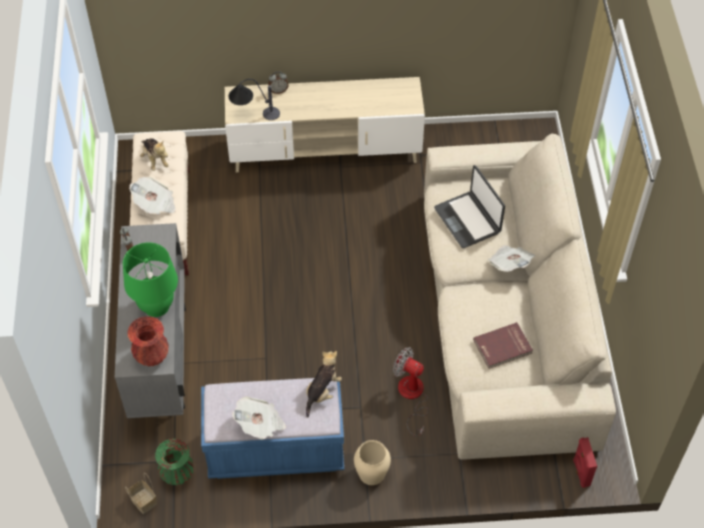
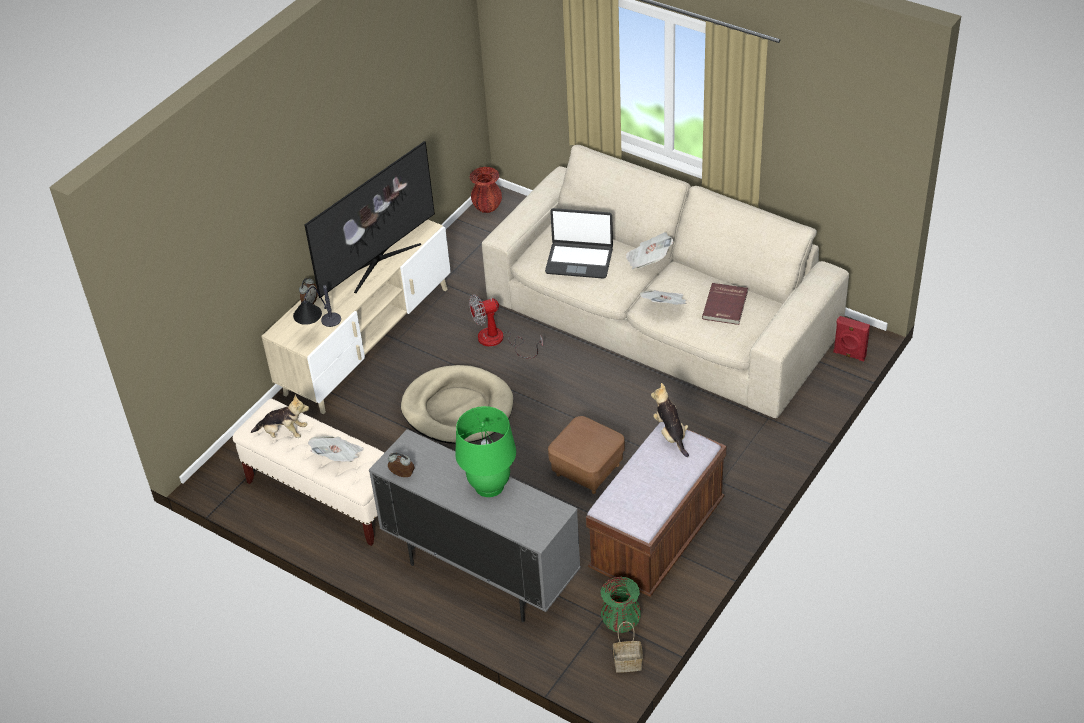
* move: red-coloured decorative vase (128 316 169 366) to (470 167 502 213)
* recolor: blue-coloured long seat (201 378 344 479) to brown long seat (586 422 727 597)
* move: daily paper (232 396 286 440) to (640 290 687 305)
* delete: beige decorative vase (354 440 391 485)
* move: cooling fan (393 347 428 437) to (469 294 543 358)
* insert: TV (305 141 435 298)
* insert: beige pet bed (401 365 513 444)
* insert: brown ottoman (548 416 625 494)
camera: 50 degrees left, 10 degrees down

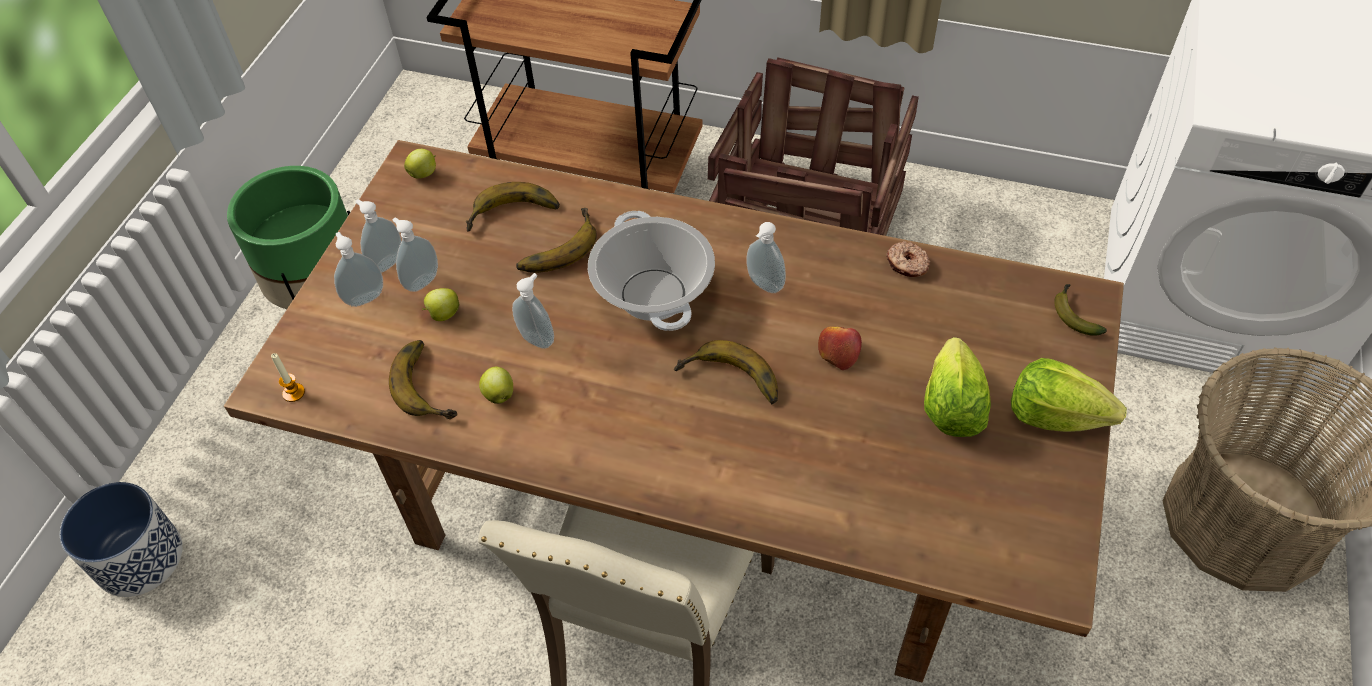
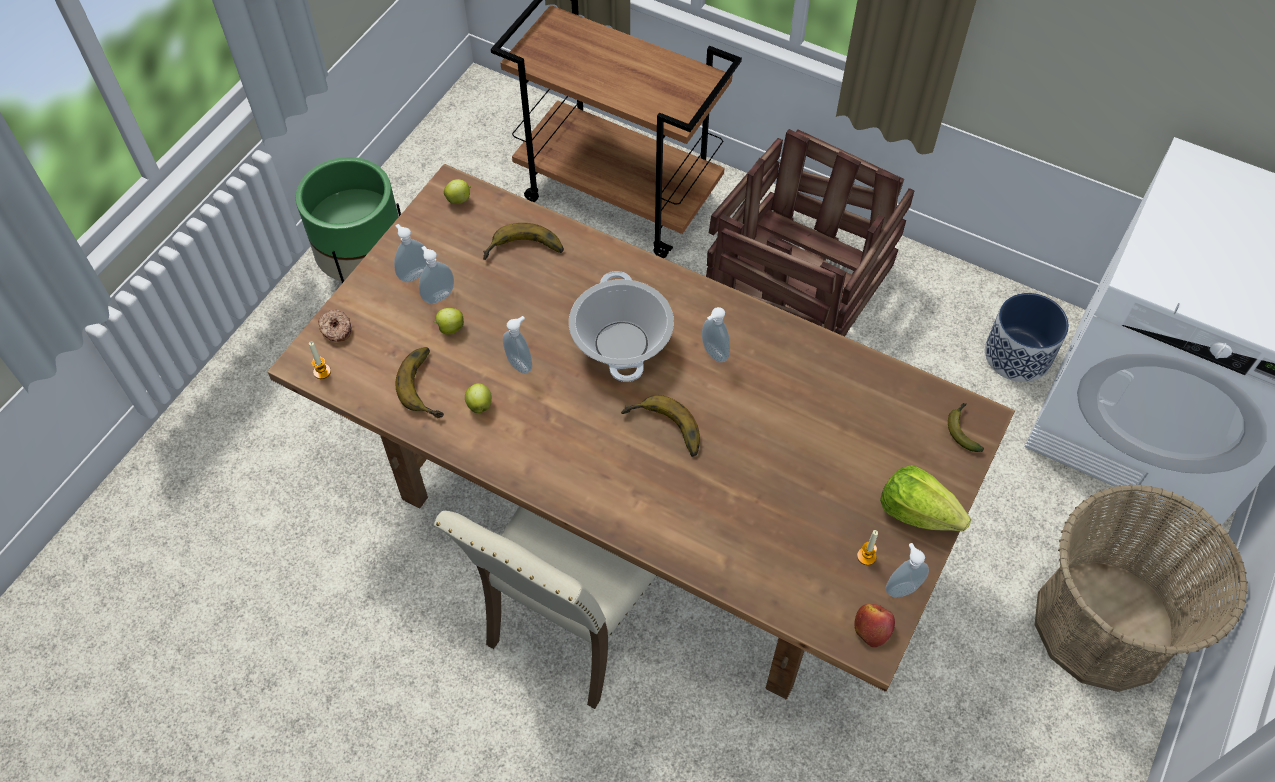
* move: flower pot (60 482 183 597) to (985 293 1069 382)
* move: soap dispenser (334 232 383 307) to (886 543 929 597)
* delete: banana fruit (516 208 597 273)
* move: whole apple (818 326 862 370) to (854 604 895 647)
* move: donut (886 242 930 277) to (318 310 352 342)
* delete: lettuce (924 337 991 437)
* insert: wax candle (857 530 878 565)
camera: 10 degrees right, 5 degrees up

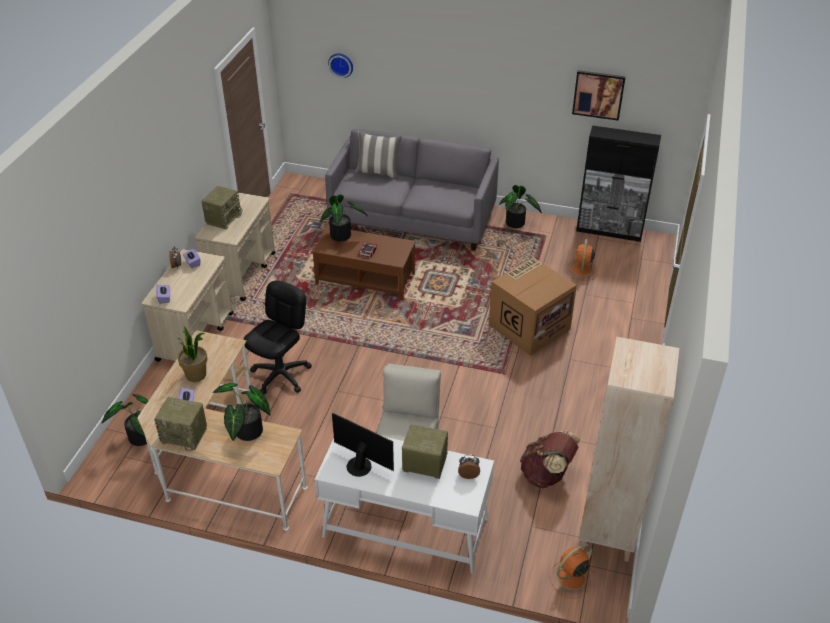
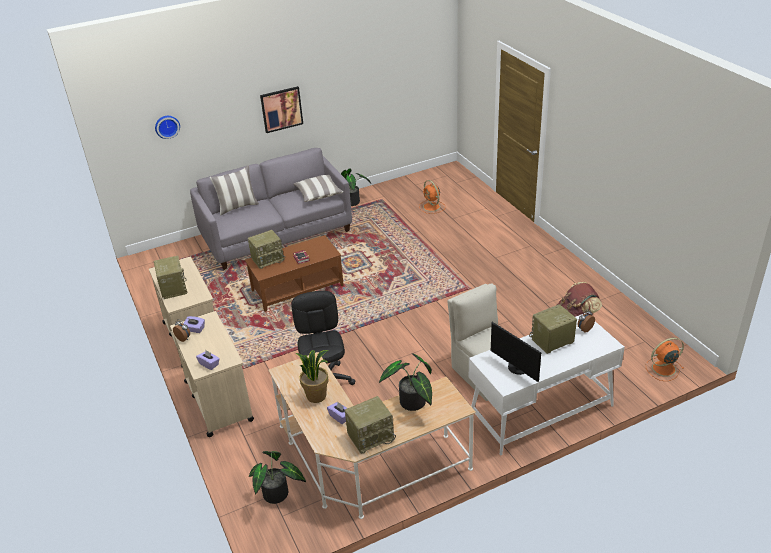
* replace: houseplant (320 194 368 241) to radio receiver (248 230 285 269)
* rotate: monitor (332 413 394 477) = (491 322 541 382) 120 degrees counterclockwise
* delete: carton (489 257 577 356)
* rotate: orange-coloured cooling fan (549 544 595 599) = (646 338 684 381) 60 degrees clockwise
* move: wall art (572 70 626 121) to (260 86 303 133)
* delete: black-coloured cabinet (576 125 661 242)
* delete: beige bookcase (578 337 679 562)
* insert: cushion (293 175 343 202)
camera: 40 degrees left, 5 degrees down

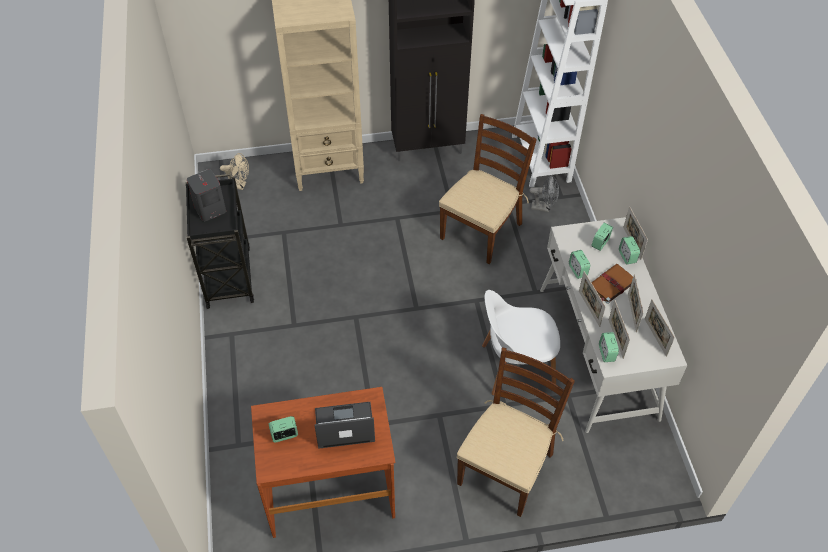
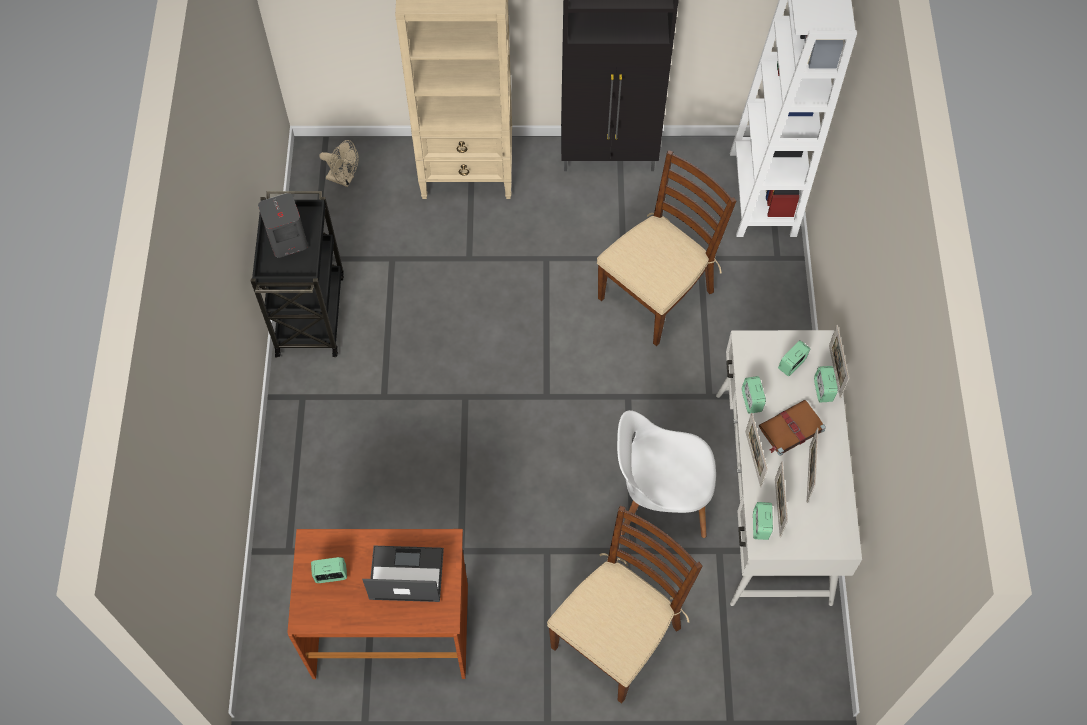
* delete: greyish cooling fan (529 175 559 212)
* delete: standing frame (645 299 675 357)
camera: 10 degrees right, 10 degrees up

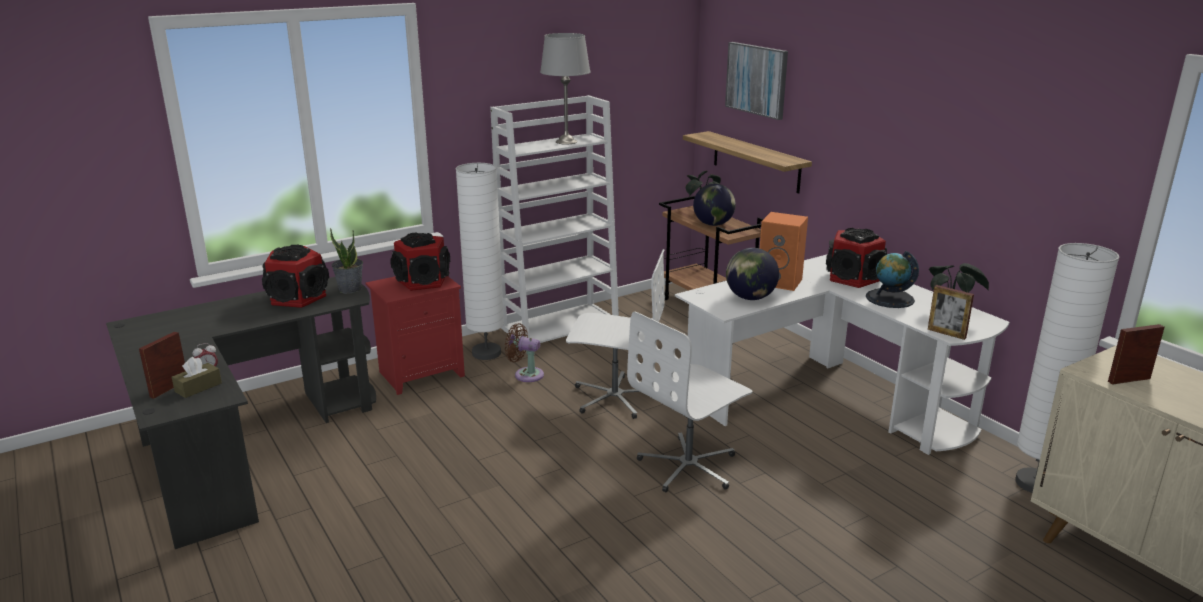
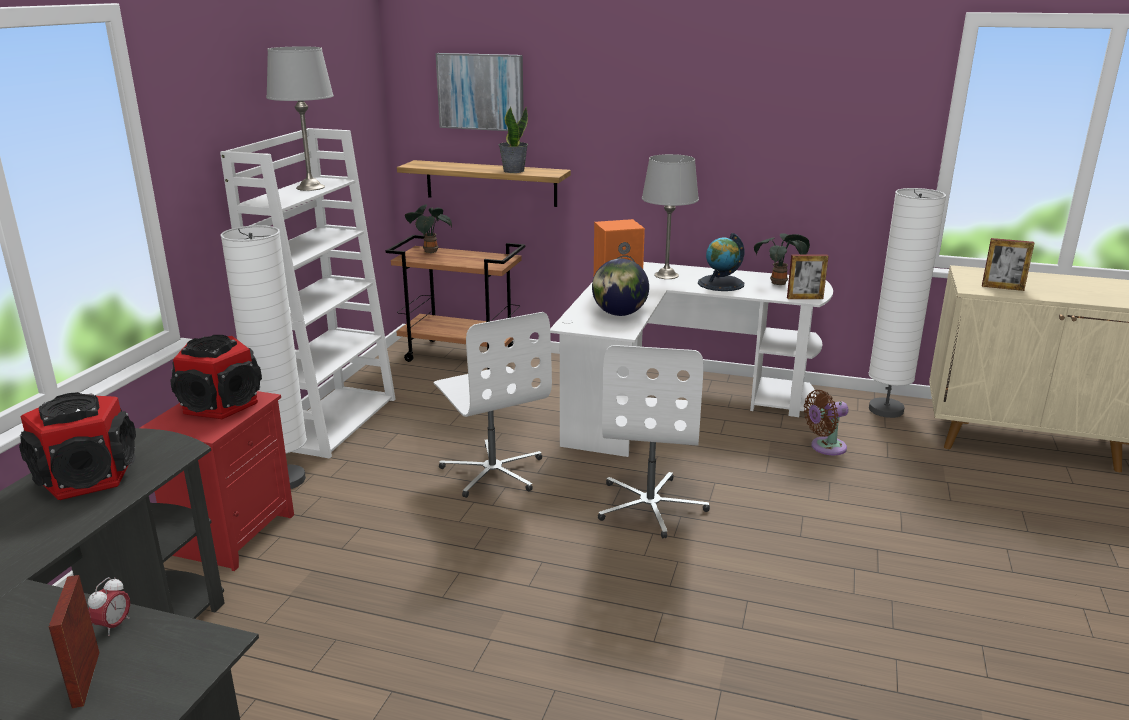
* delete: brown tissue holder (172 357 222 398)
* move: houseplant (330 228 363 294) to (498 106 528 173)
* move: brown cooling fan (505 323 544 382) to (804 390 849 455)
* rotate: white computer chair (566 249 665 419) = (434 312 552 498) 90 degrees clockwise
* delete: world globe (693 184 736 226)
* replace: loudspeaker (826 228 887 288) to greyish table lamp (642 154 699 279)
* rotate: standing frame (1108 324 1165 385) = (982 238 1034 291) 105 degrees counterclockwise
camera: 40 degrees left, 0 degrees up

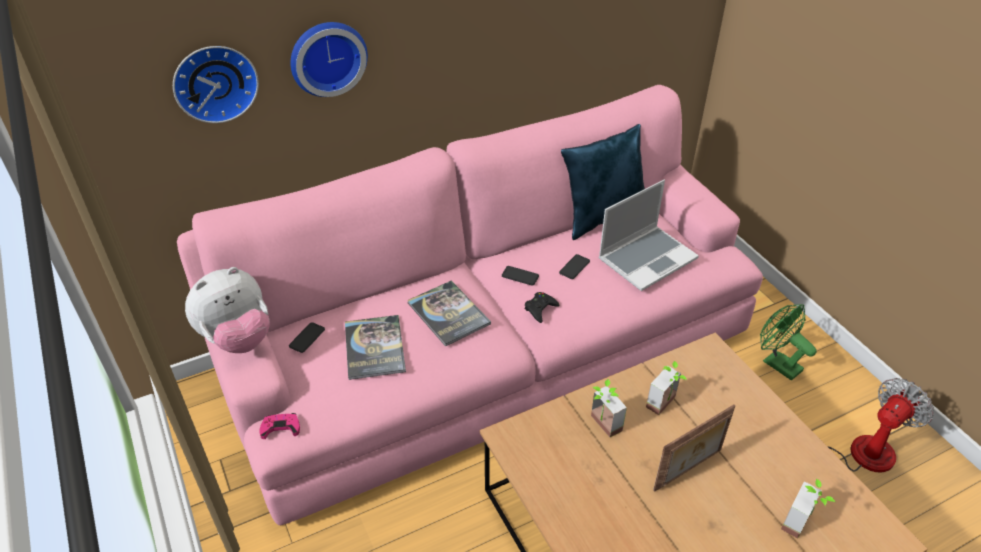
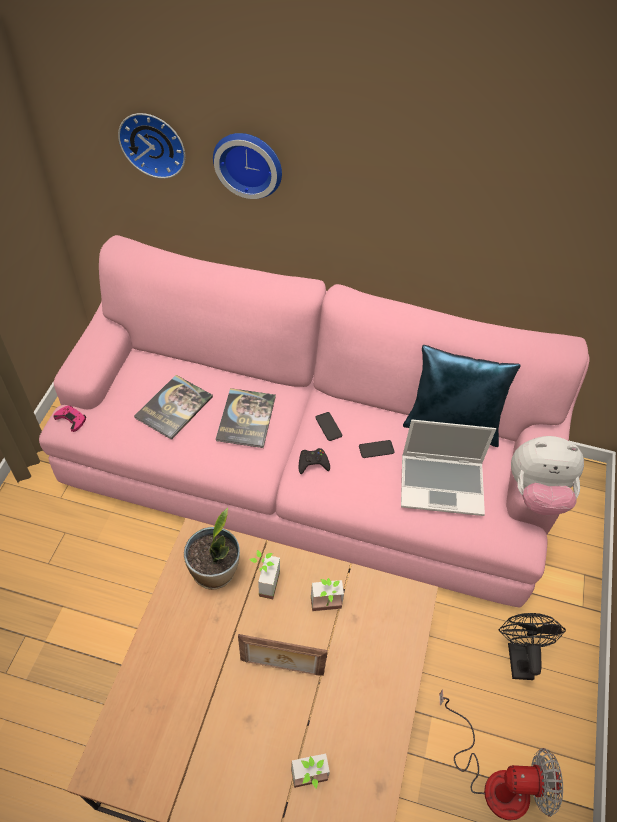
* move: cuddly toy (185 267 270 353) to (511 436 584 515)
* delete: telephone (289 322 325 353)
* recolor: green-coloured cooling fan (760 304 817 381) to black-coloured cooling fan (499 613 566 680)
* insert: houseplant (184 508 240 590)
camera: 40 degrees right, 10 degrees up

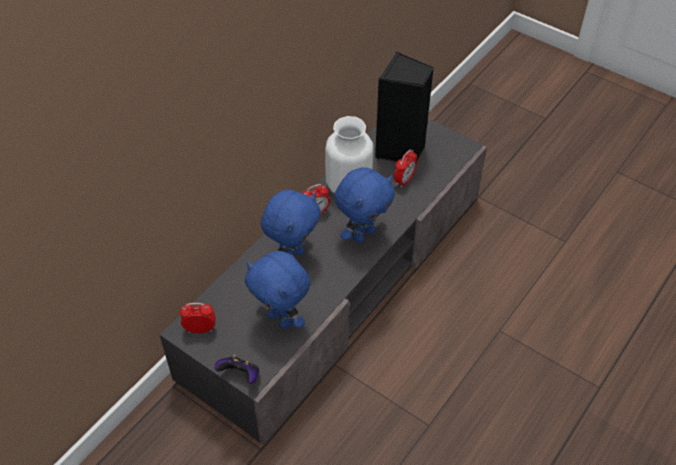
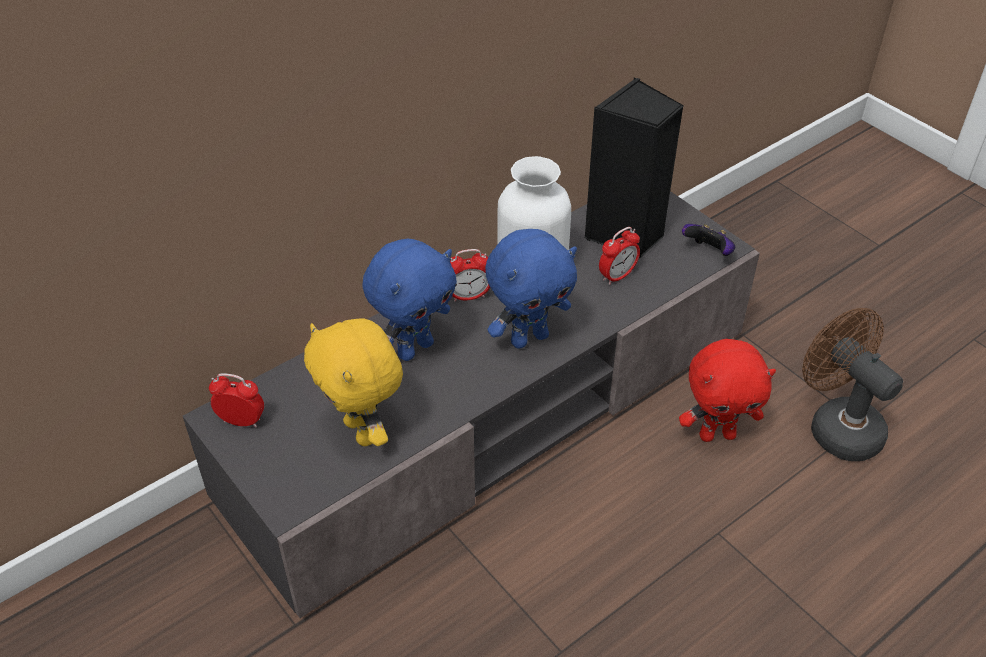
* move: joypad (214 354 259 384) to (682 224 735 256)
* recolor: blue-coloured cuddly toy (245 251 310 329) to yellow-coloured cuddly toy (304 319 403 446)
* insert: red-coloured cuddly toy (679 339 776 442)
* insert: brown cooling fan (802 308 903 461)
camera: 15 degrees right, 5 degrees down

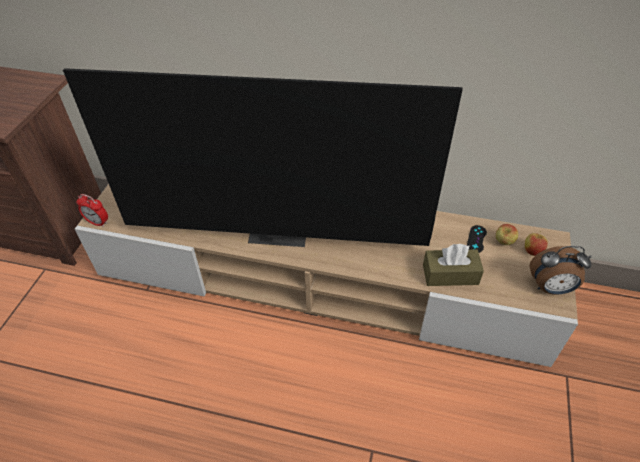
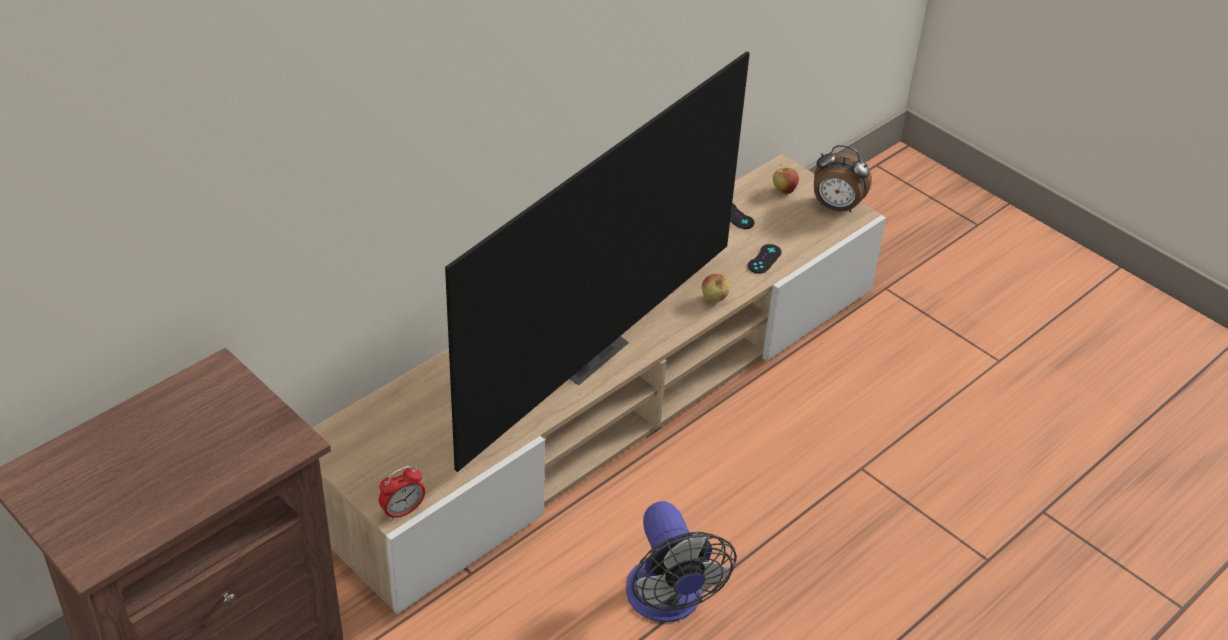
* replace: brown tissue holder (423 244 484 286) to black-coloured joypad (748 244 782 274)
* move: whole apple (496 224 518 245) to (702 274 730 302)
* rotate: alarm clock (529 246 592 295) = (814 145 872 213) 75 degrees clockwise
* insert: cooling fan (626 501 737 622)
camera: 60 degrees left, 5 degrees down

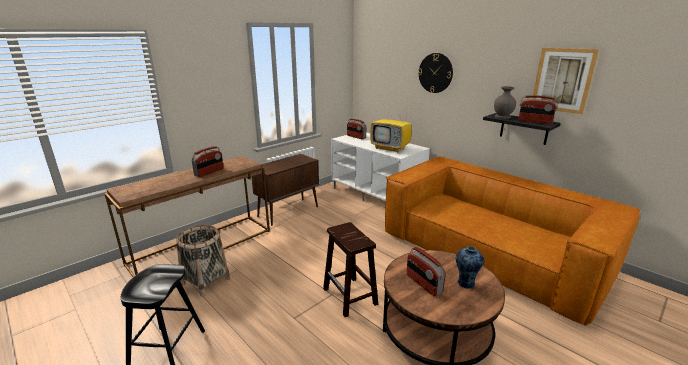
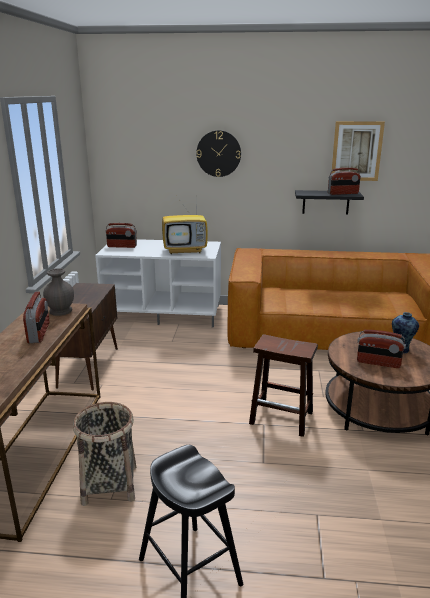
* move: greyish decorative vase (494 86 516 119) to (43 268 74 316)
camera: 40 degrees left, 0 degrees up

